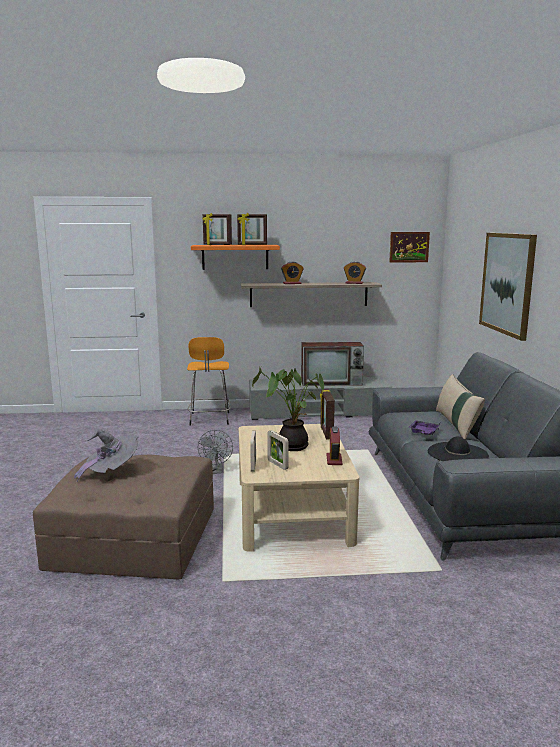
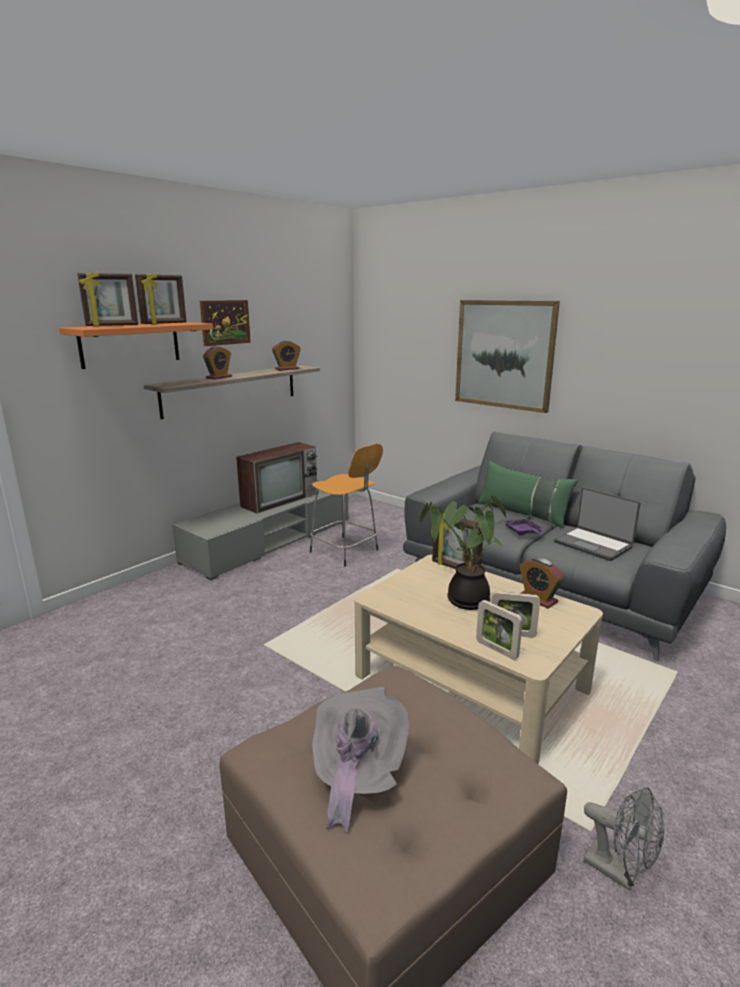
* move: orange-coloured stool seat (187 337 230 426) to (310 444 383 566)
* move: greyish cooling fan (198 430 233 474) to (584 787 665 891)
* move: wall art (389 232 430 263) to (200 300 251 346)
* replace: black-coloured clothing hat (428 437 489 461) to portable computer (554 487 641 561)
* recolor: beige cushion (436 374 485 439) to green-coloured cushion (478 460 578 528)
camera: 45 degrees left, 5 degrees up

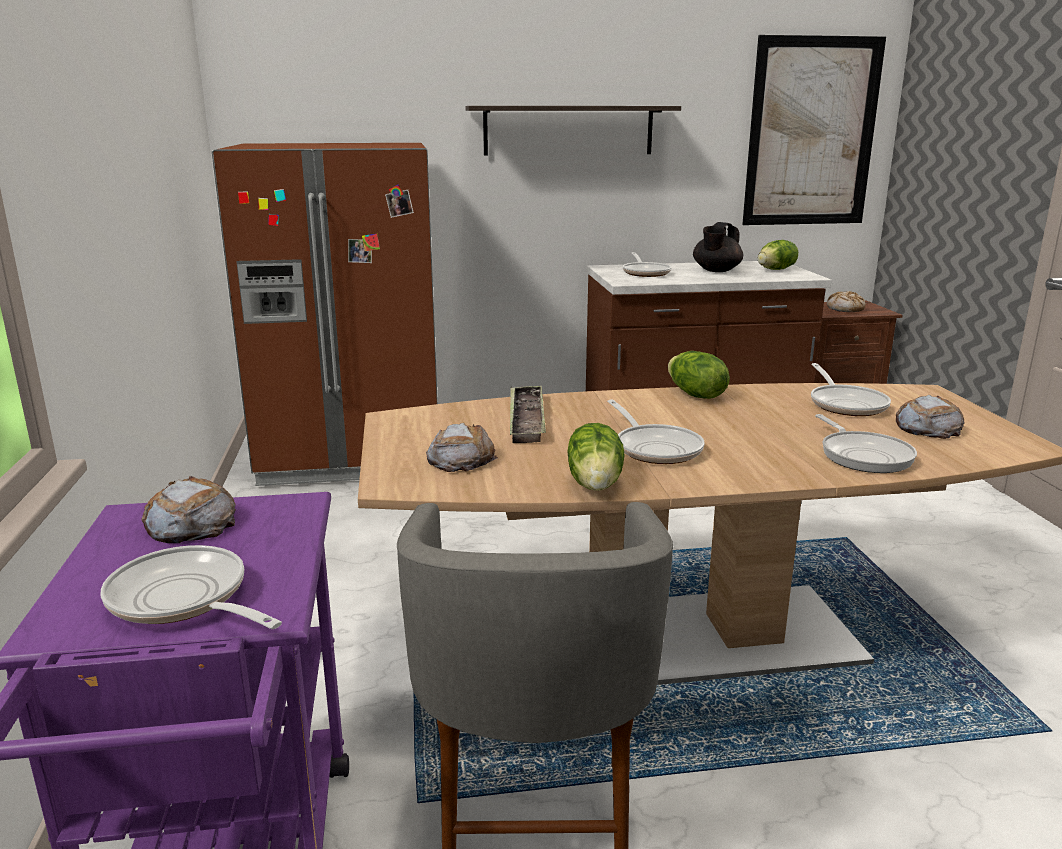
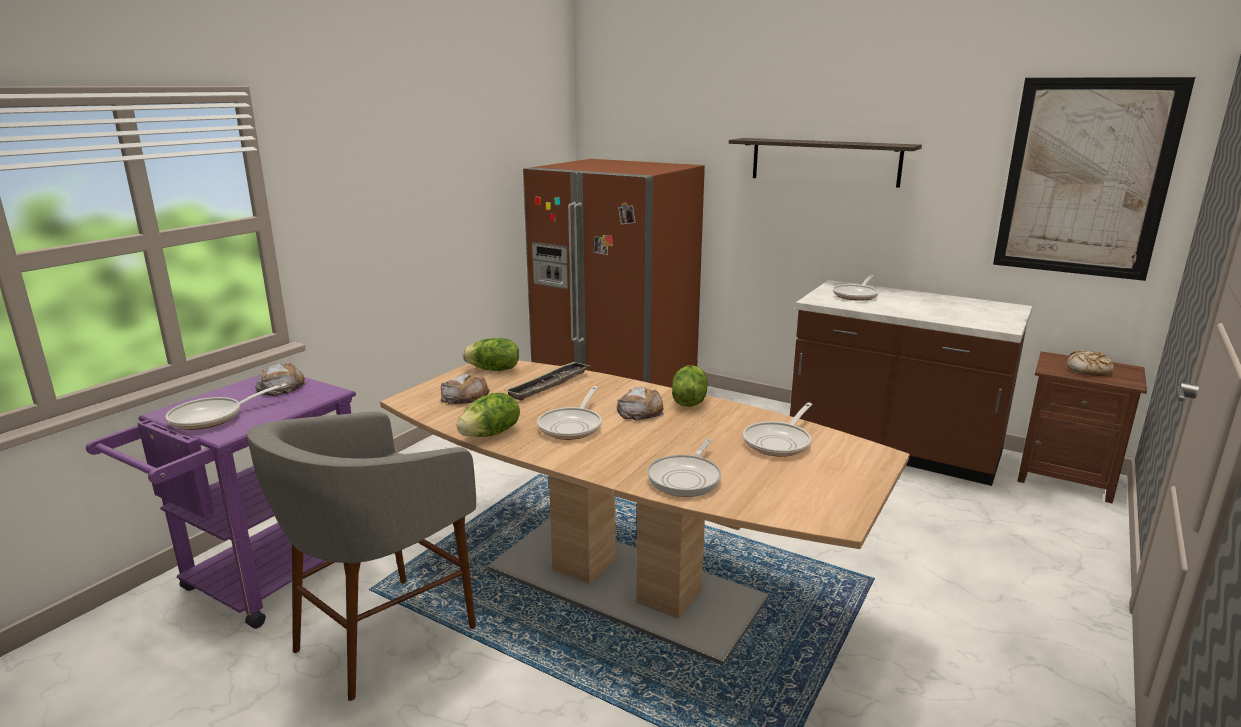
* rotate: frying pan (101 545 282 629) = (166 383 287 430) 120 degrees counterclockwise
* delete: black-coloured tea pot (693 222 743 272)
* move: lettuce (758 240 798 270) to (463 338 519 371)
* move: baked bread (896 395 965 439) to (617 387 664 421)
camera: 40 degrees right, 0 degrees up

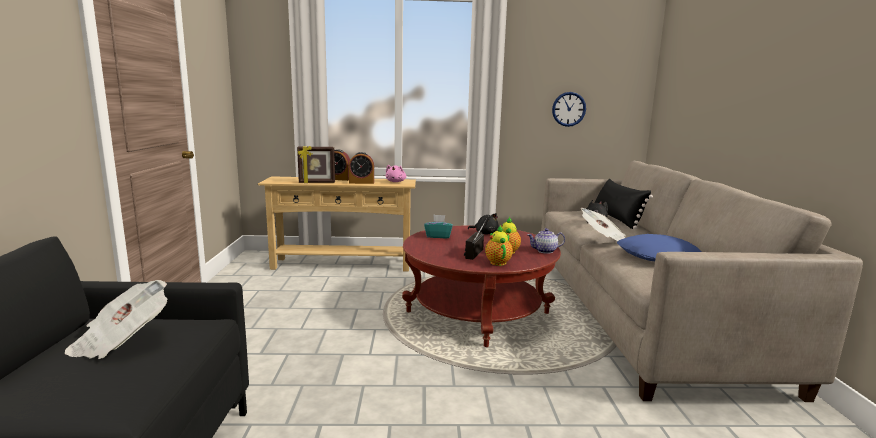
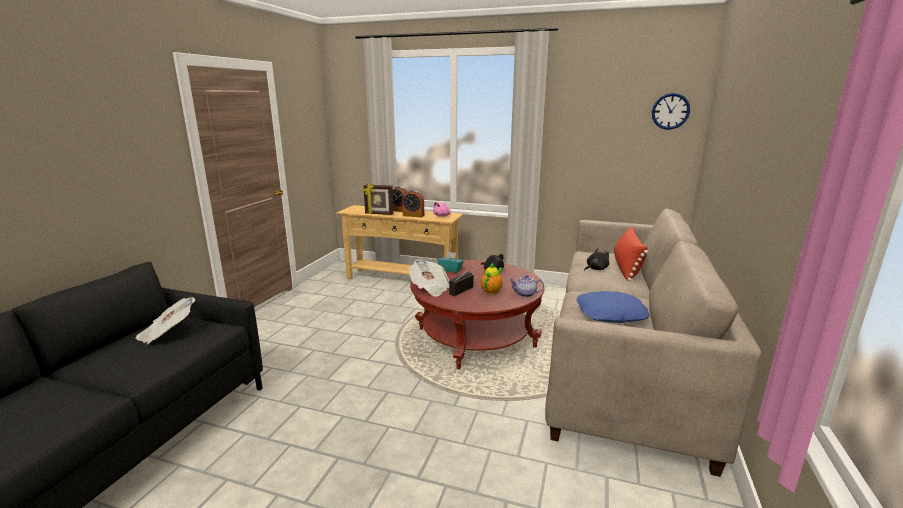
* delete: tea pot (485 225 513 266)
* move: wall clock (552 92 586 127) to (652 93 690 130)
* move: daily paper (581 208 626 241) to (409 259 449 297)
* recolor: black-coloured cushion (595 179 653 229) to red-coloured cushion (614 226 648 281)
camera: 20 degrees right, 5 degrees up

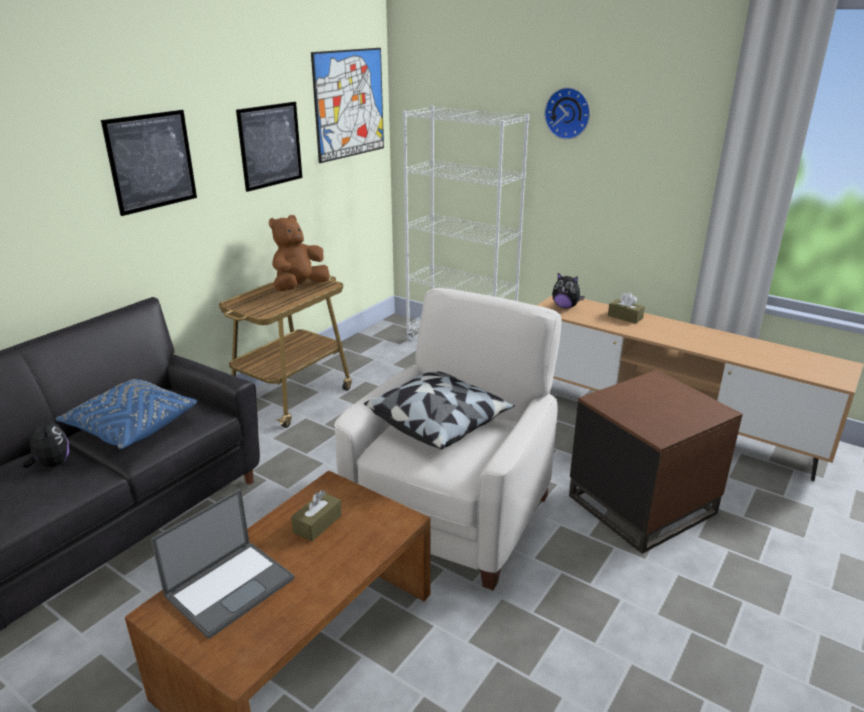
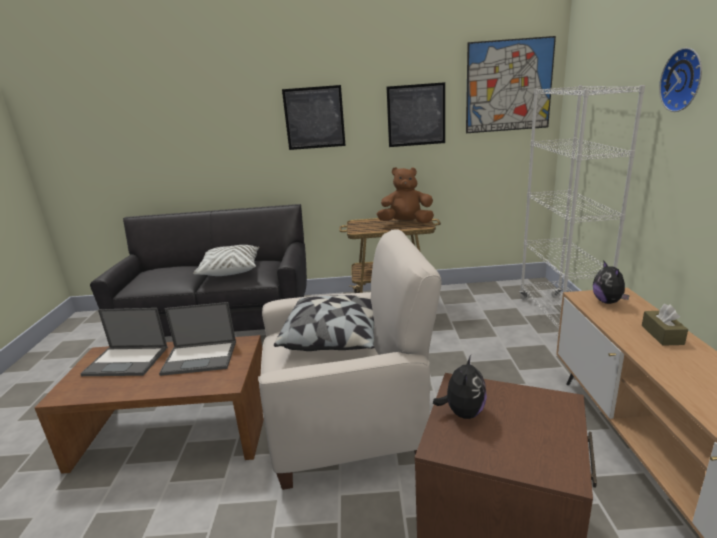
* move: cuddly toy (21 415 69 468) to (433 355 487 419)
* recolor: blue-coloured cushion (56 379 197 449) to white cushion (193 245 260 276)
* replace: brown tissue holder (291 490 342 542) to portable computer (159 302 236 376)
camera: 55 degrees right, 5 degrees down

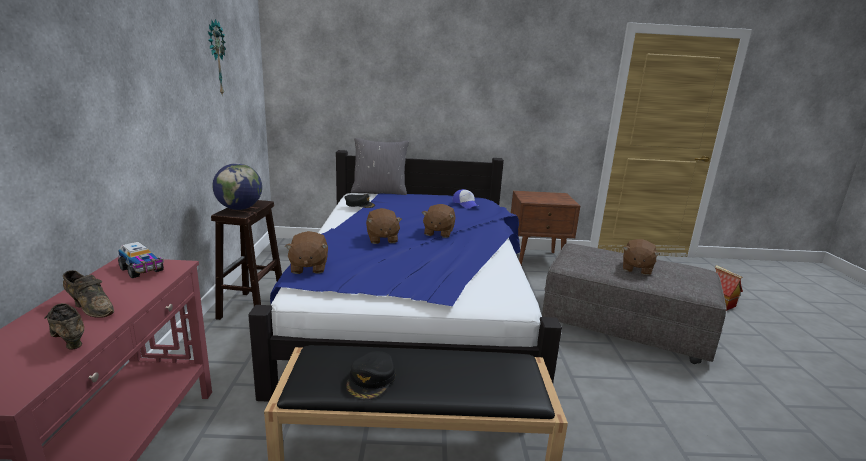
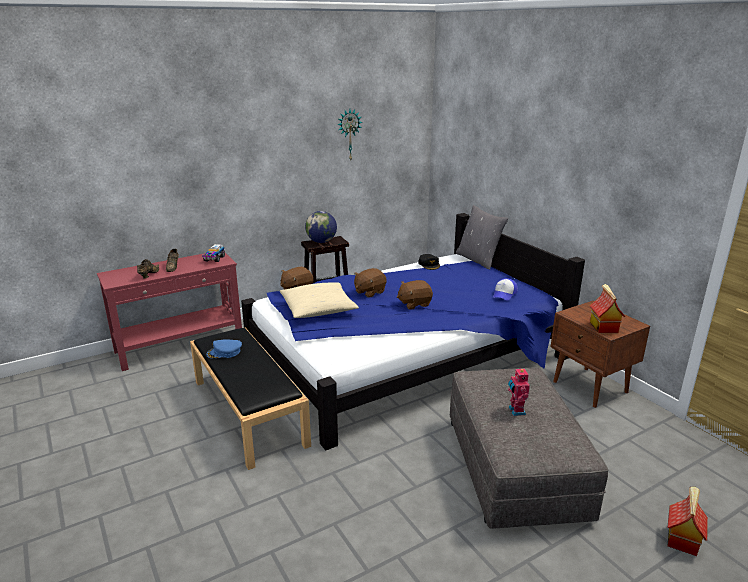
* recolor: black-coloured cap (346 351 395 400) to blue-coloured cap (206 339 242 358)
* replace: brown cuddly toy (623 239 660 275) to toy robot (508 369 530 416)
* insert: beige cushion (280 282 359 318)
* insert: miniature house (590 284 625 333)
camera: 60 degrees right, 5 degrees up

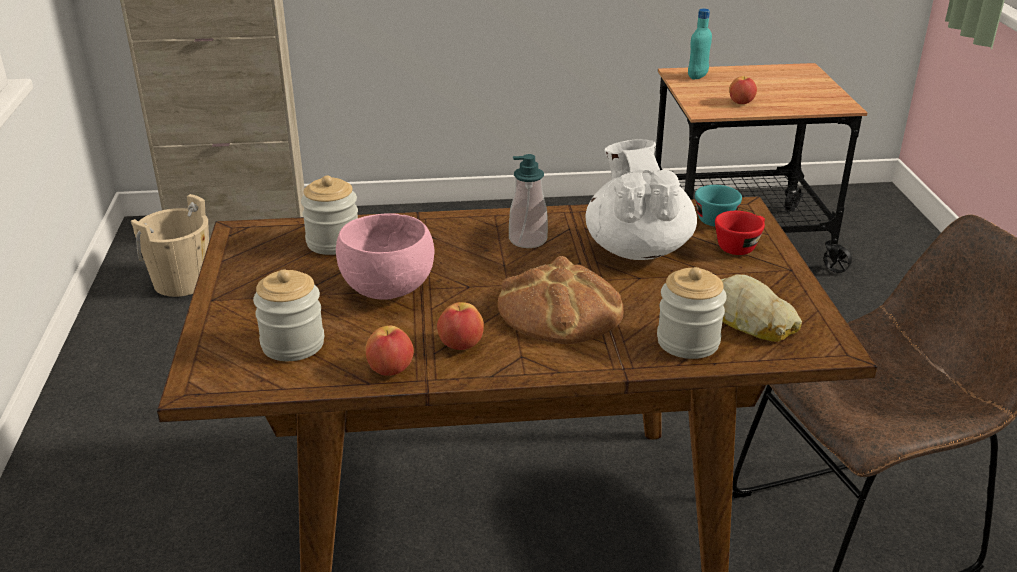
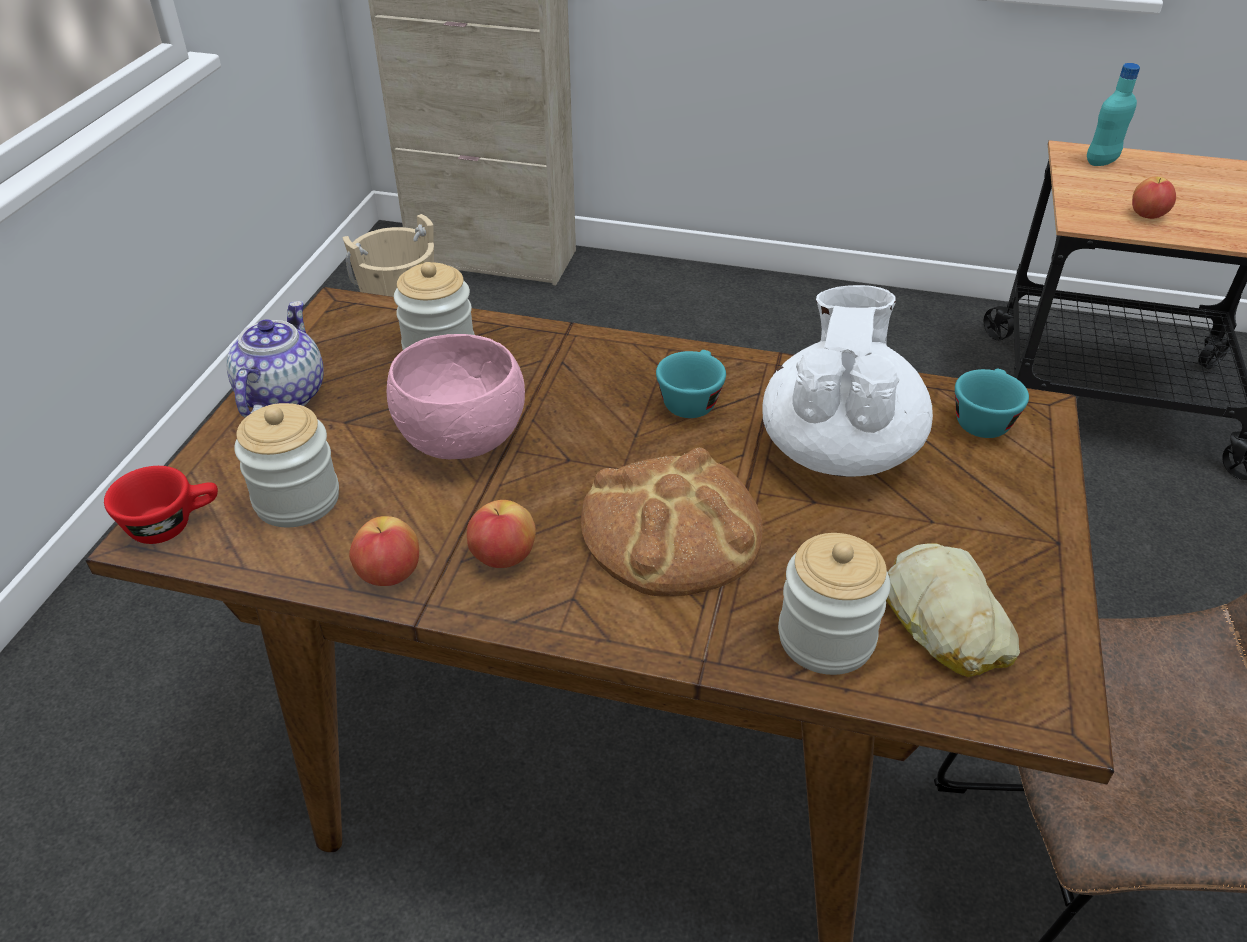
* replace: soap dispenser (509 154 548 248) to turquoise drinking cup (656 350 726 418)
* move: red-coloured drinking cup (715 211 765 255) to (104 466 218 544)
* insert: tea pot (226 301 323 418)
camera: 20 degrees right, 10 degrees up

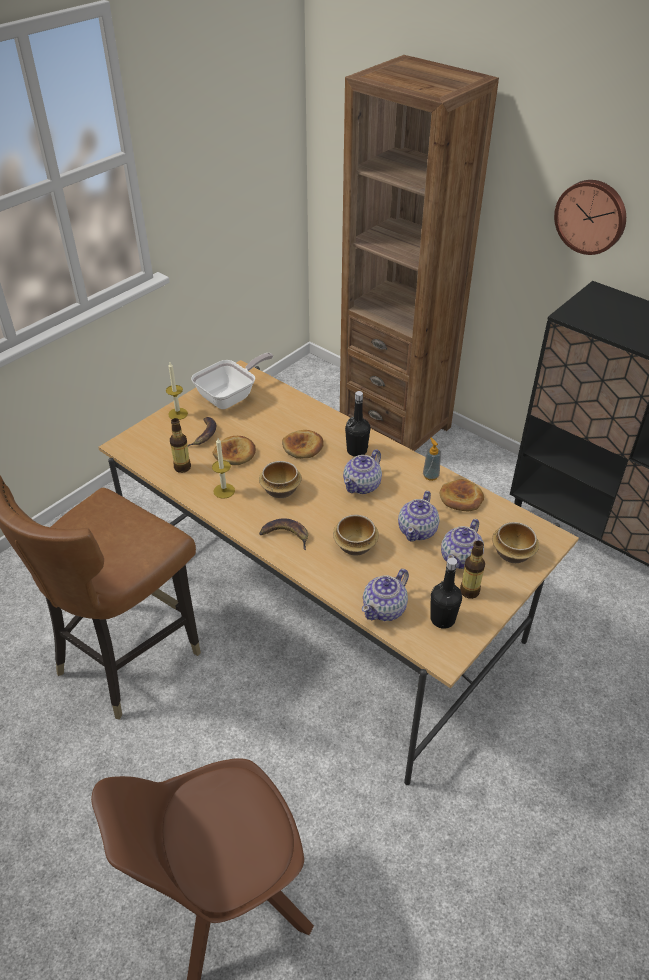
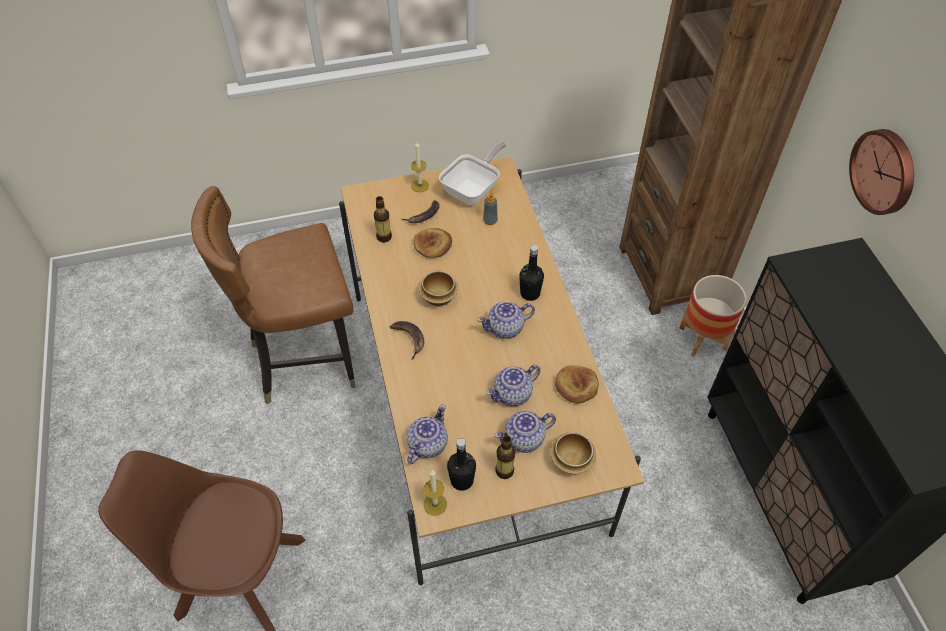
* rotate: frying pan (191 353 273 409) = (439 142 507 205) 45 degrees counterclockwise
* move: wax candle (212 438 235 499) to (424 470 447 516)
* delete: baked bread (282 430 324 459)
* delete: bowl (333 515 379 556)
* rotate: tea pot (362 569 409 621) = (407 404 448 464) 135 degrees clockwise
* move: soap dispenser (423 438 441 481) to (483 188 498 225)
* insert: flower pot (679 275 746 357)
camera: 35 degrees right, 10 degrees up

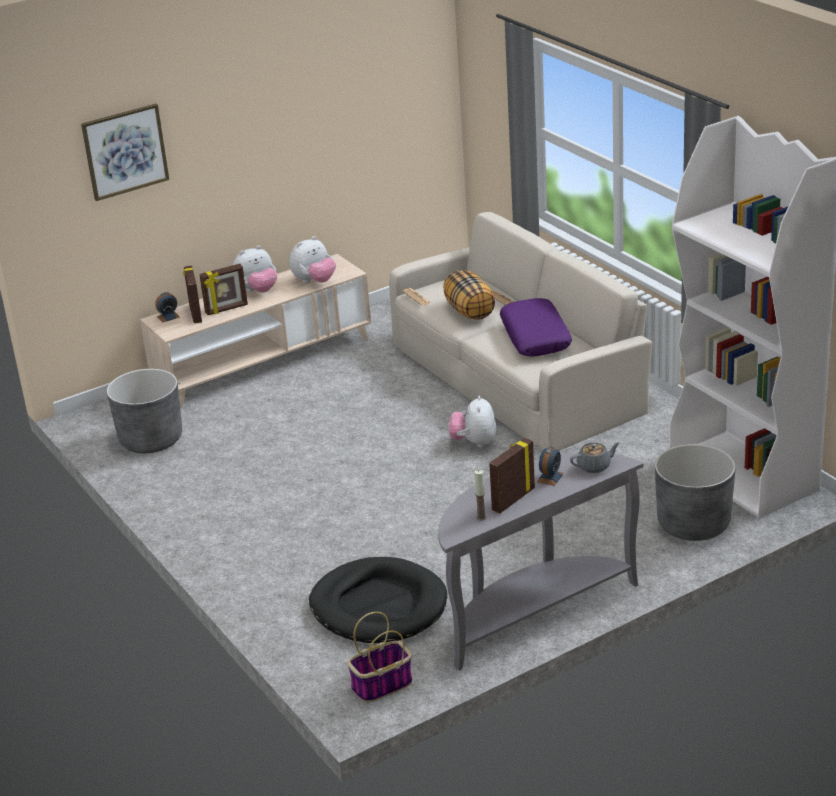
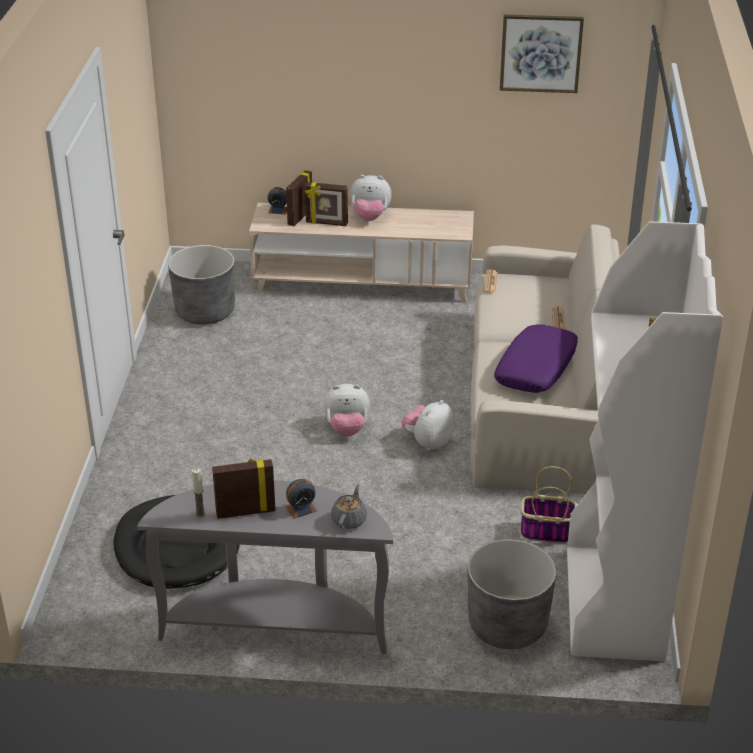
* move: wall art (81 104 169 201) to (500 15 584 93)
* move: cuddly toy (289 236 336 283) to (323 384 370 436)
* move: storage basket (347 612 412 702) to (521 466 578 543)
* delete: cushion (443 270 495 320)
* rotate: greyish tea pot (570 442 620 473) = (331 484 367 529) 90 degrees counterclockwise
camera: 35 degrees right, 5 degrees up

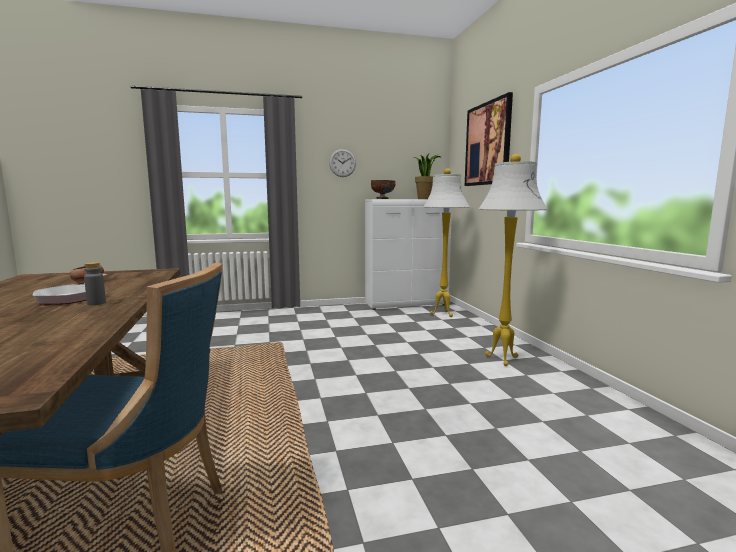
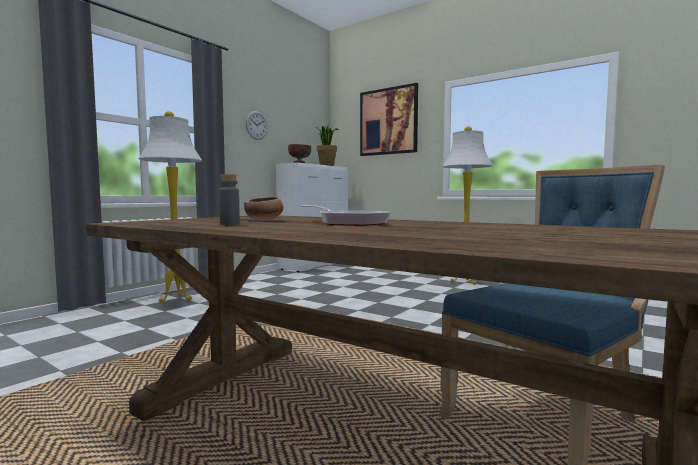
* move: greyish drink bottle (84 262 106 305) to (219 174 240 225)
* move: white floor lamp (423 169 470 317) to (138 111 202 303)
camera: 40 degrees left, 5 degrees down

